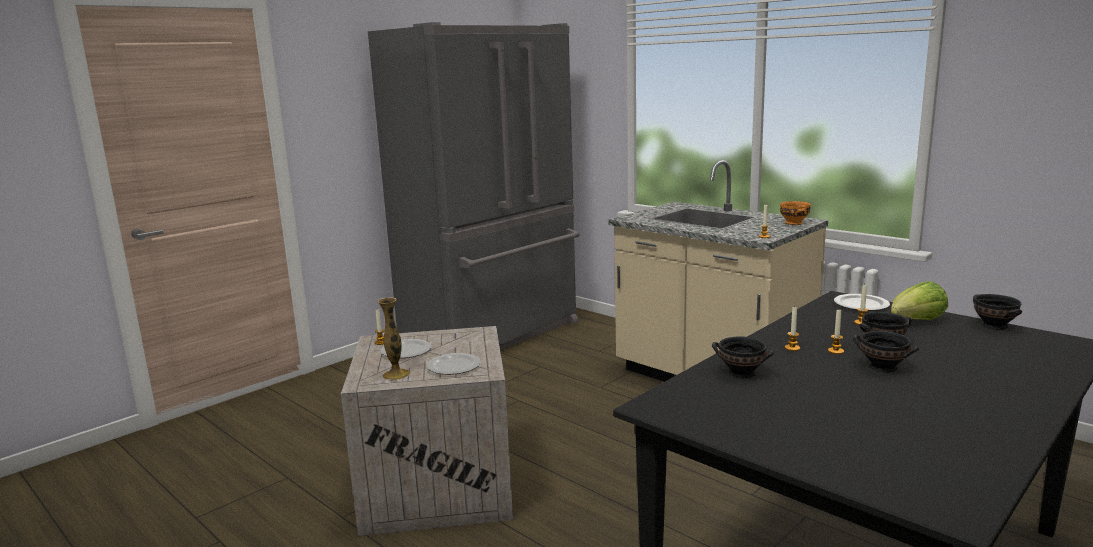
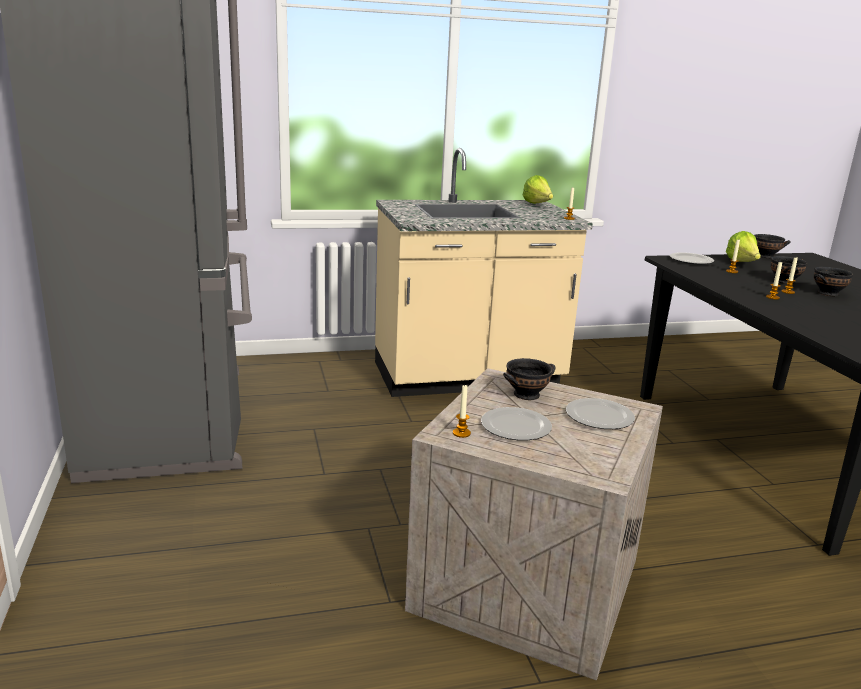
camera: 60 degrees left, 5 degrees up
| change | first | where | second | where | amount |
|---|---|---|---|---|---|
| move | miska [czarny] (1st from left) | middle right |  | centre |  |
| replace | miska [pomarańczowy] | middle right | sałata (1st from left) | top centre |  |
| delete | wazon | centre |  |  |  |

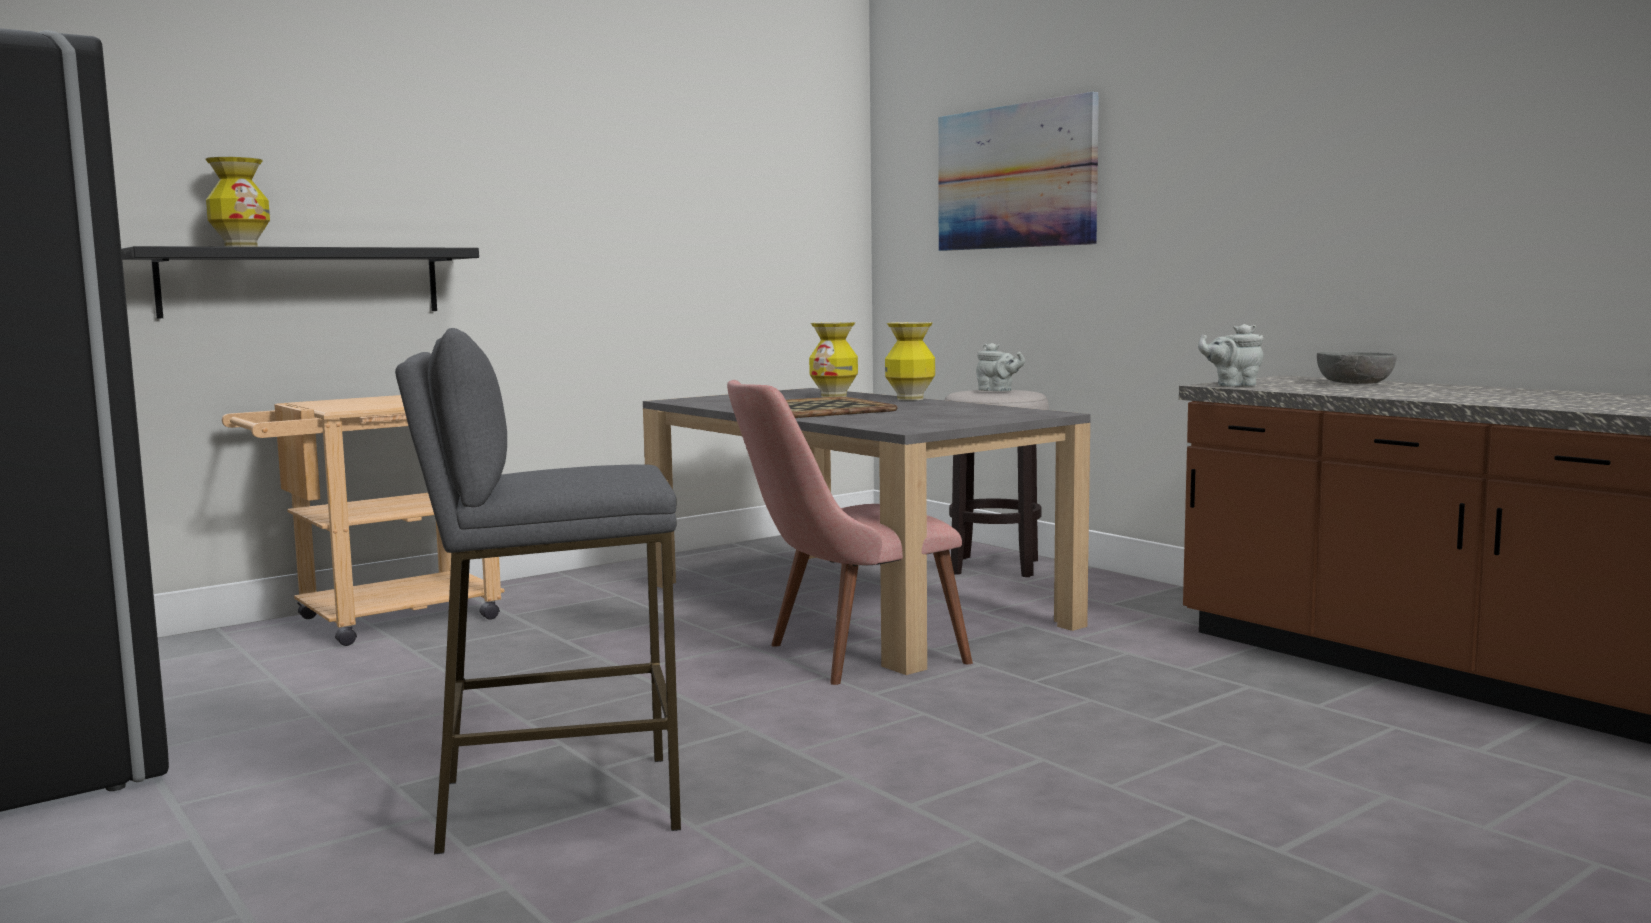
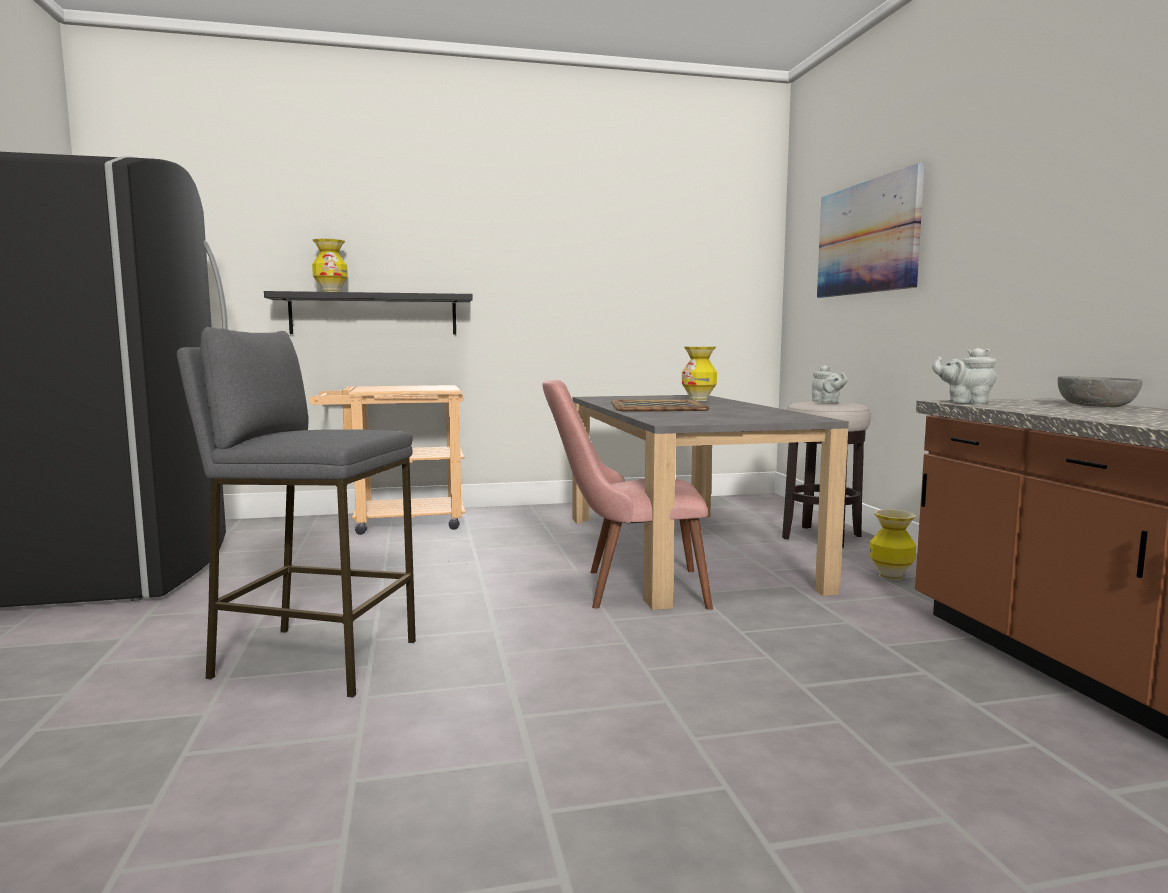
camera: 25 degrees right, 0 degrees up
| change | first | where | second | where | amount |
|---|---|---|---|---|---|
| move | wazon (3rd from left) | centre |  | middle right |  |

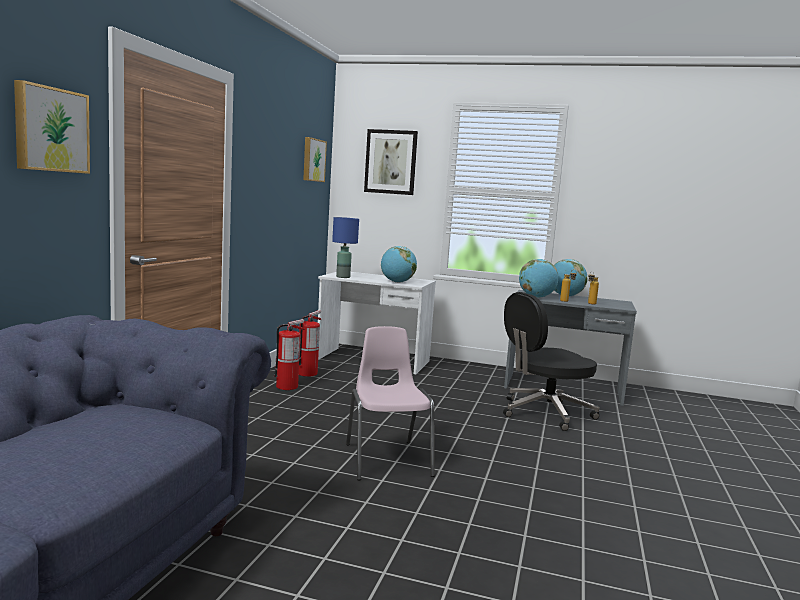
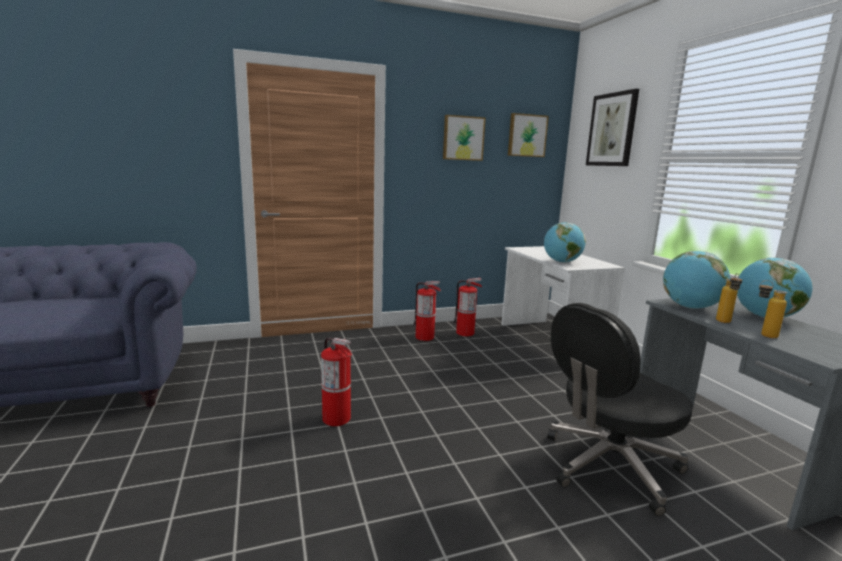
camera: 55 degrees right, 5 degrees up
| change | first | where | second | where | amount |
|---|---|---|---|---|---|
| replace | krzesło [różowy] | bottom centre | gaśnica (1st from left) | bottom centre |  |
| move | obraz (1st from left) | top left |  | top centre |  |
| rotate | krzesło biurowe [czarny] | middle right |  | bottom right | 60 degrees counterclockwise |
| delete | lampa stołowa [niebieski] | centre |  |  |  |

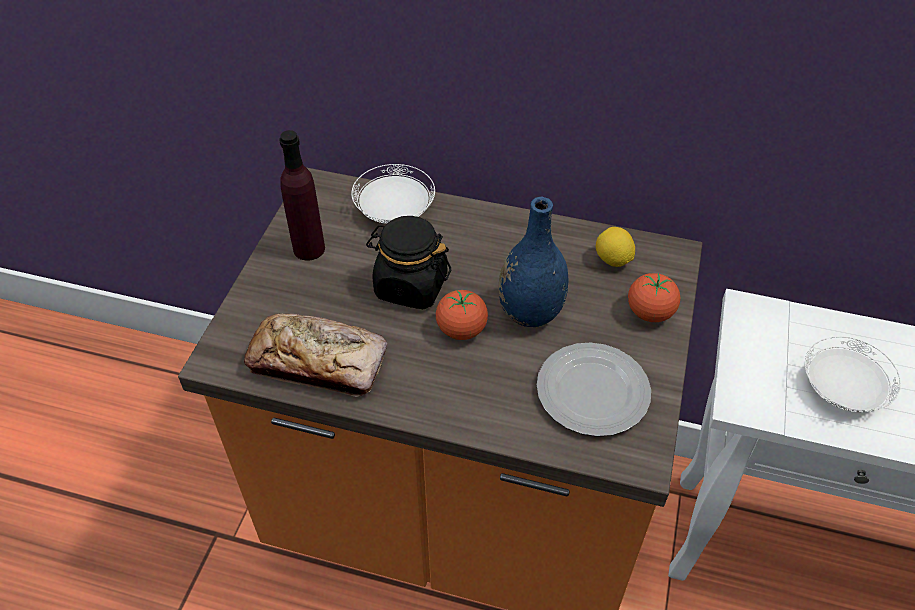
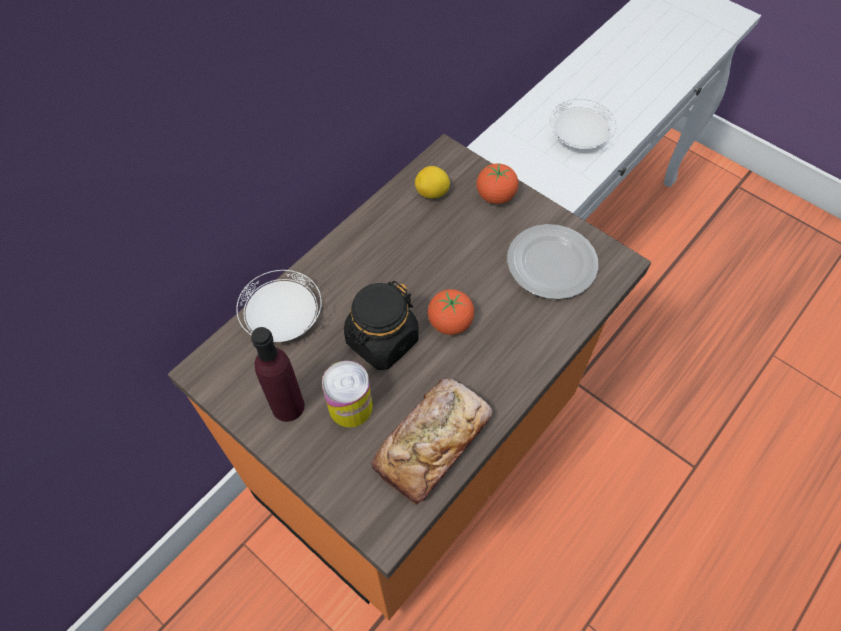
camera: 65 degrees left, 10 degrees up
| change | first | where | second | where | amount |
|---|---|---|---|---|---|
| insert |  |  | puszka | centre |  |
| delete | wazon [niebieski] | centre |  |  |  |

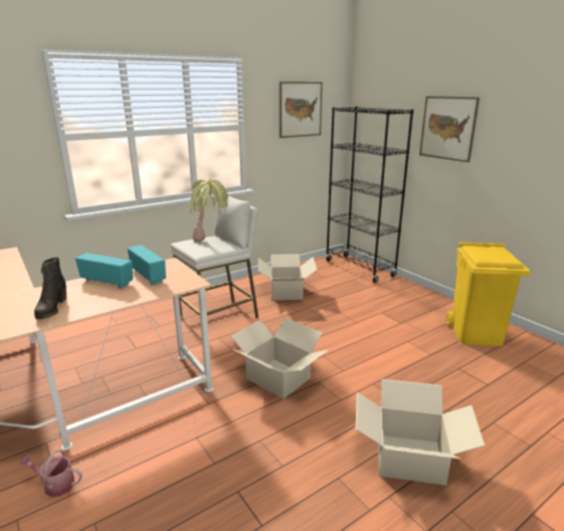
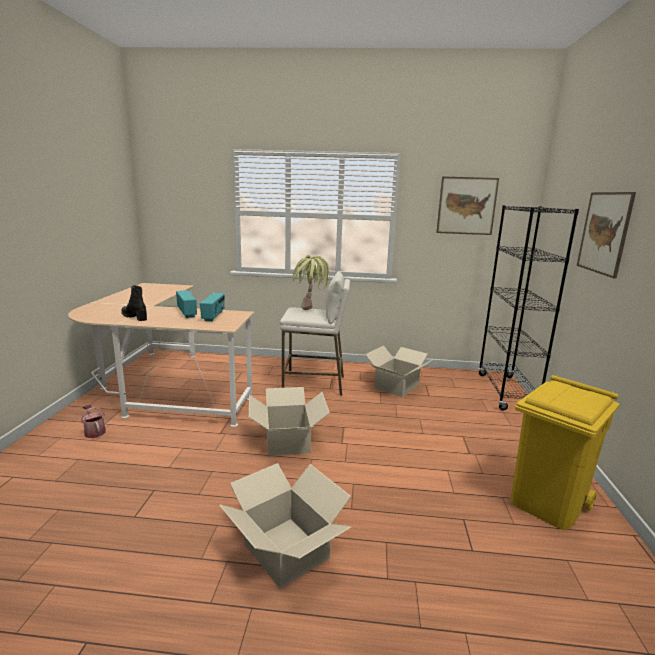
camera: 40 degrees right, 5 degrees down
| change | first | where | second | where | amount |
|---|---|---|---|---|---|
| rotate | but z cholewką [czarny] | middle left |  | middle left | 90 degrees clockwise |

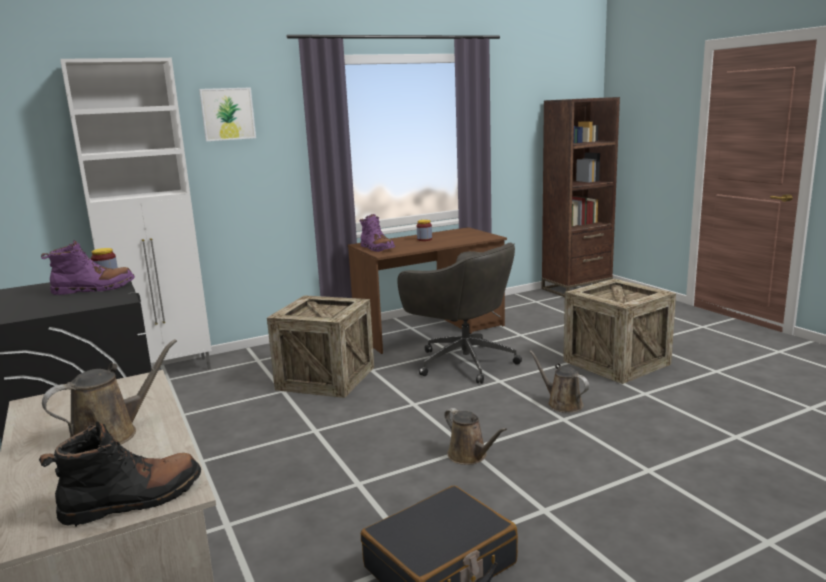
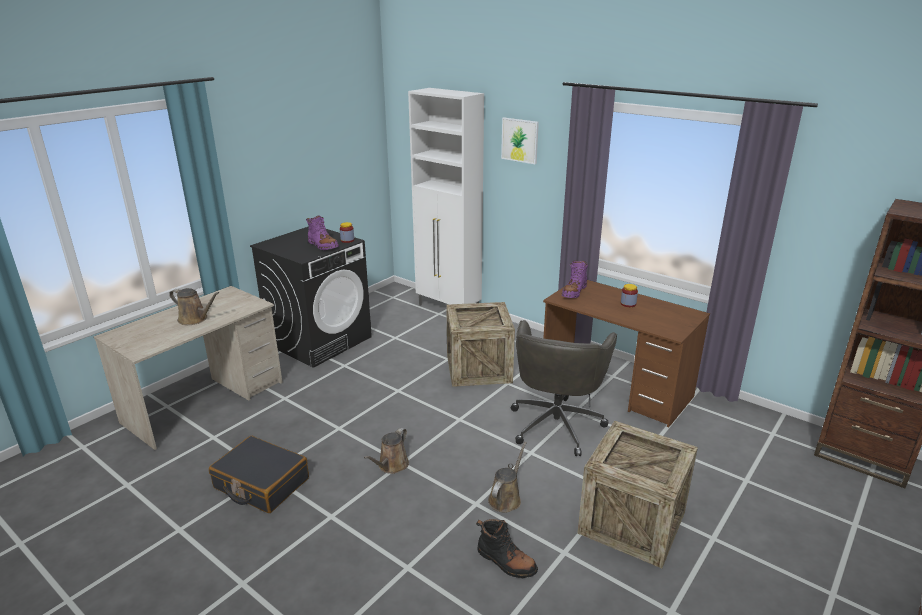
camera: 65 degrees right, 10 degrees up
| change | first | where | second | where | amount |
|---|---|---|---|---|---|
| move | but z cholewką [czarny] | bottom left |  | bottom centre |  |

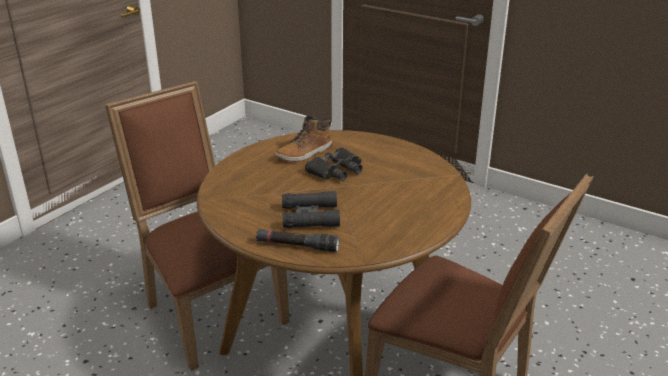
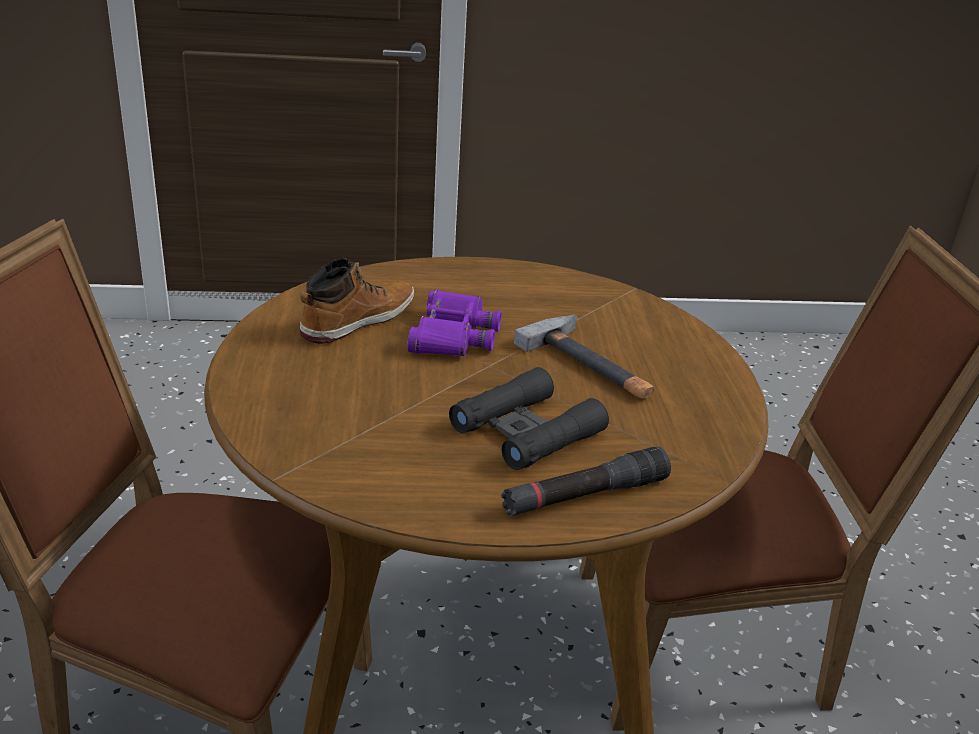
camera: 40 degrees left, 0 degrees up
| change | first | where | second | where | amount |
|---|---|---|---|---|---|
| rotate | but z cholewką | centre |  | centre | 150 degrees counterclockwise |
| recolor | lornetka [czarny] (2nd from left) | centre | lornetka [fioletowy] | centre |  |
| insert |  |  | młotek | centre |  |

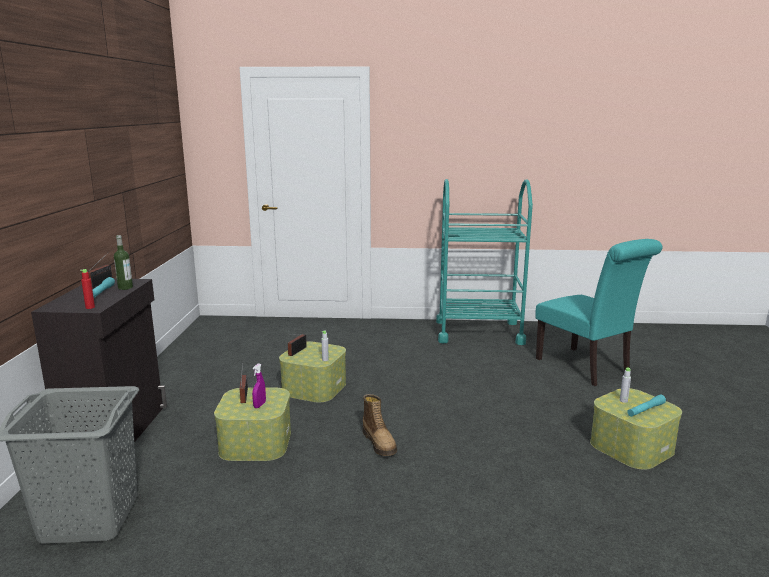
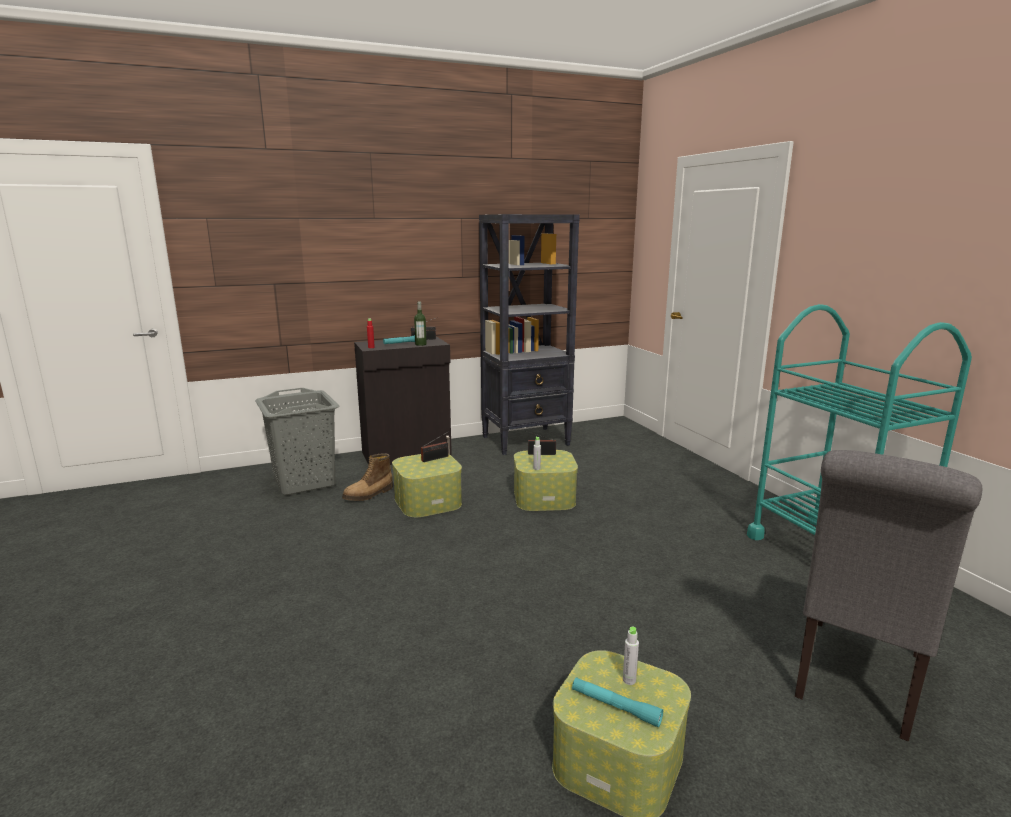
camera: 65 degrees right, 0 degrees up
| change | first | where | second | where | amount |
|---|---|---|---|---|---|
| move | but z cholewką | bottom centre |  | centre |  |
| insert |  |  | regał [czarny] | centre |  |
| recolor | krzesło [turkusowy] | middle right | krzesło [szary] | bottom right |  |
| delete | spryskiwacz [fioletowy] | bottom centre |  |  |  |

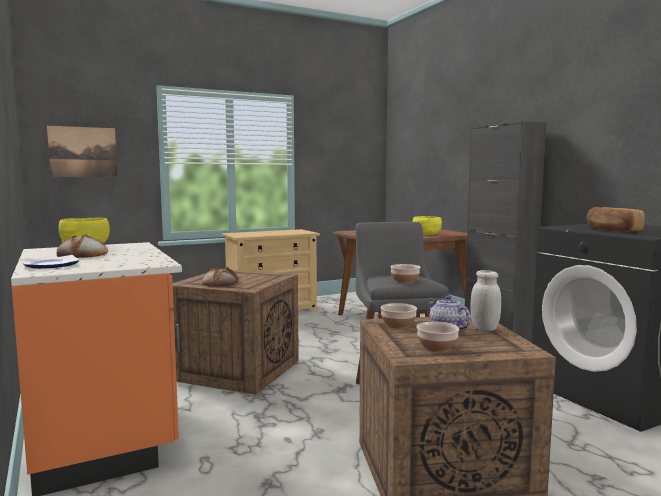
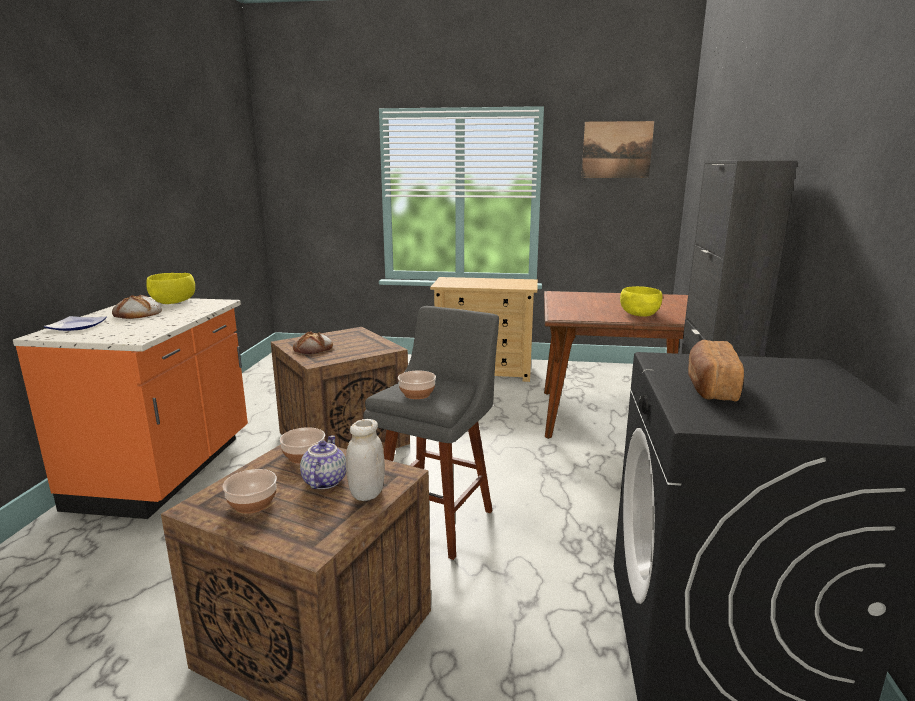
camera: 35 degrees right, 10 degrees up
| change | first | where | second | where | amount |
|---|---|---|---|---|---|
| move | obraz | top left |  | top right |  |

